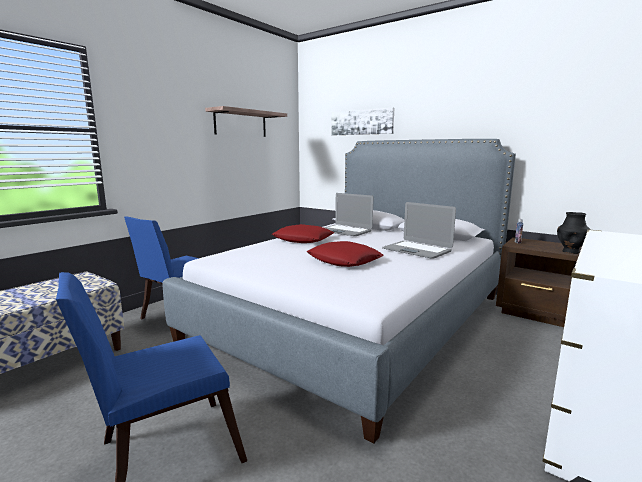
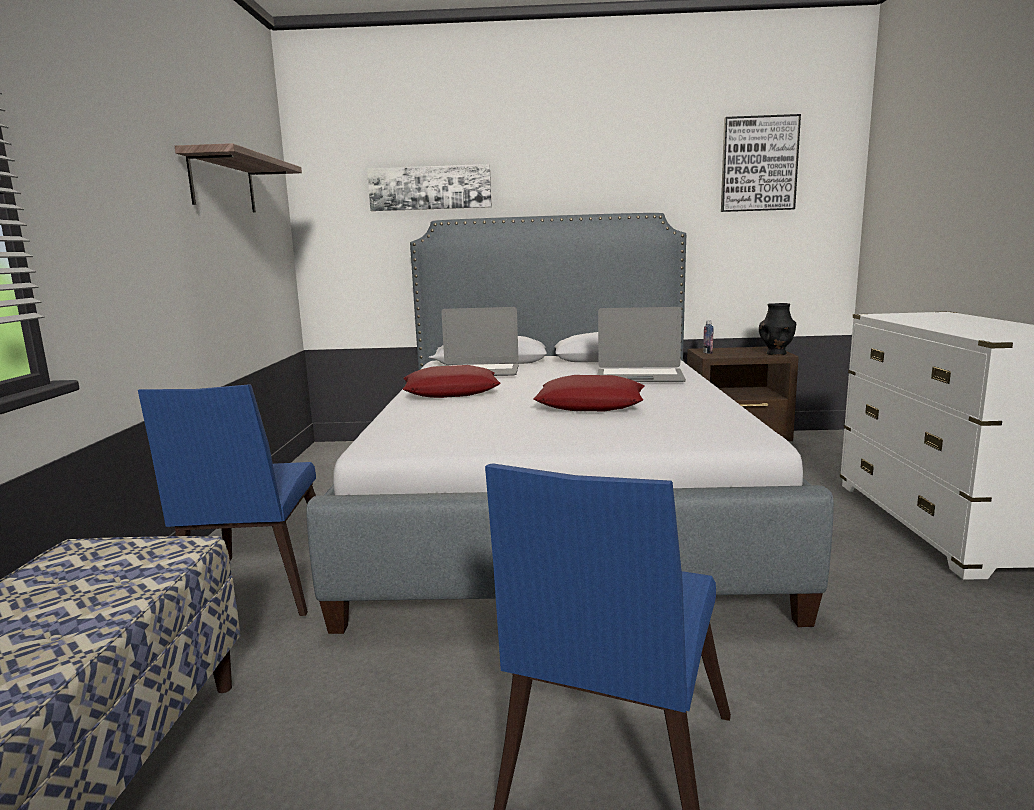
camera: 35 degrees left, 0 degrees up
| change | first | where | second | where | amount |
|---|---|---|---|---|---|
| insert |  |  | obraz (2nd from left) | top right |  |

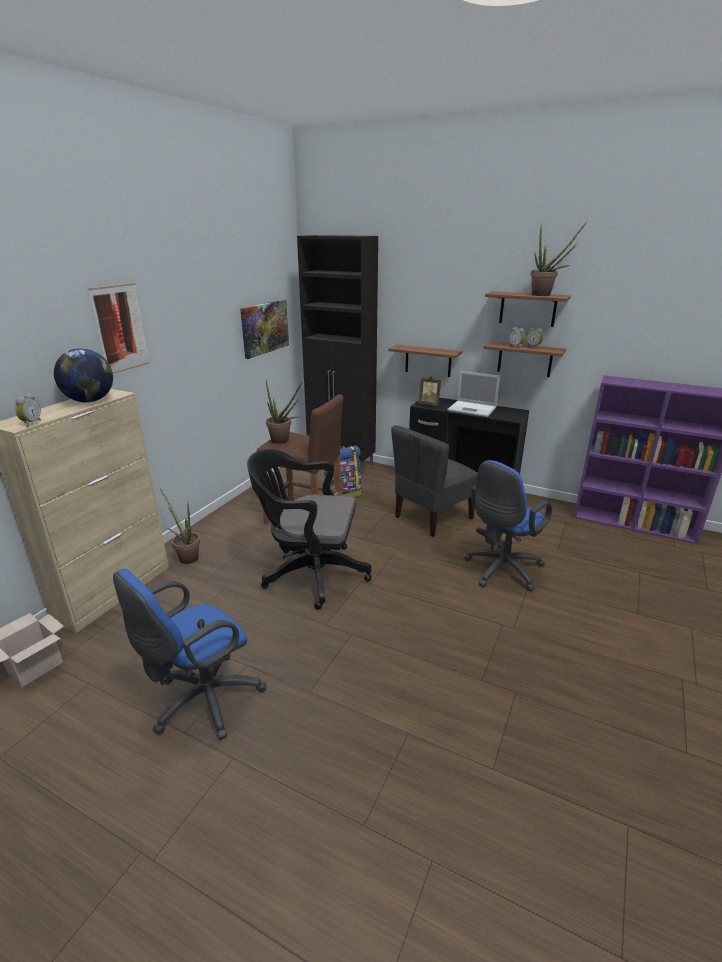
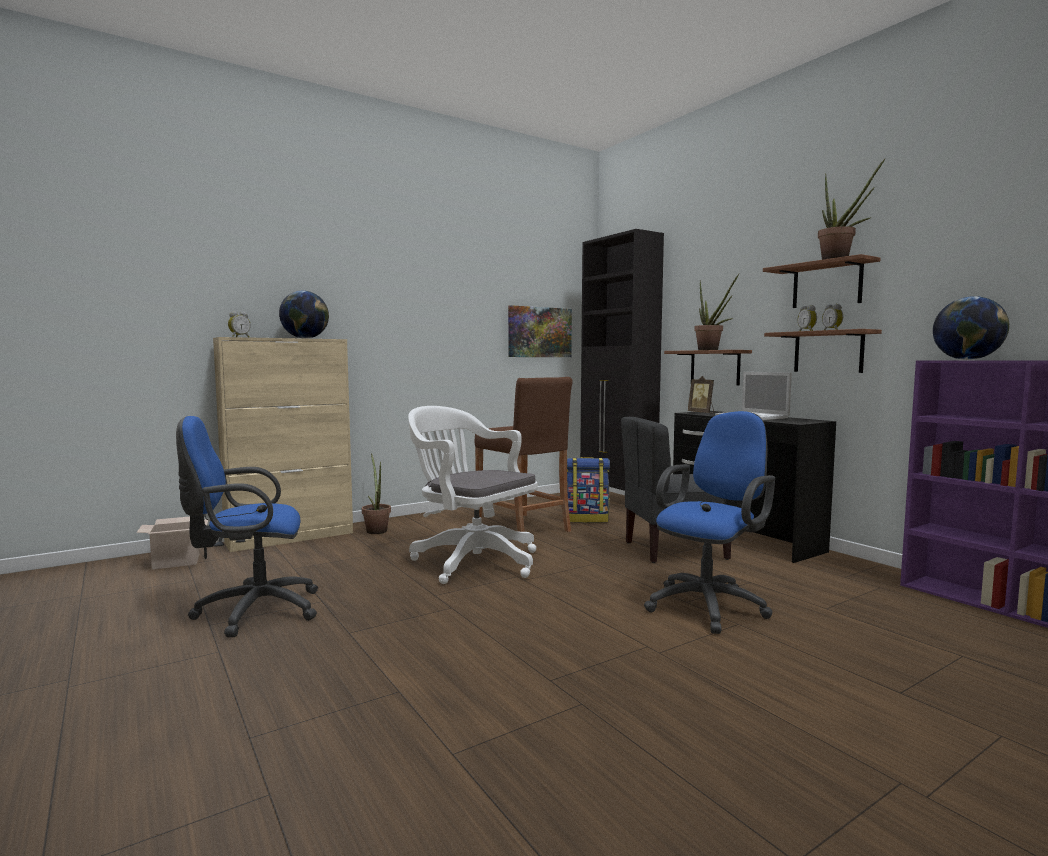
camera: 30 degrees right, 20 degrees down
| change | first | where | second | where | amount |
|---|---|---|---|---|---|
| recolor | krzesło biurowe [czarny] | centre | krzesło biurowe [biały] | centre |  |
| rotate | krzesło biurowe [niebieski] (2nd from left) | middle right |  | middle right | 150 degrees clockwise |
| move | roślina doniczkowa (2nd from left) | centre |  | middle right |  |
| insert |  |  | globus (2nd from left) | middle right |  |
| delete | obraz (1st from left) | middle left |  |  |  |

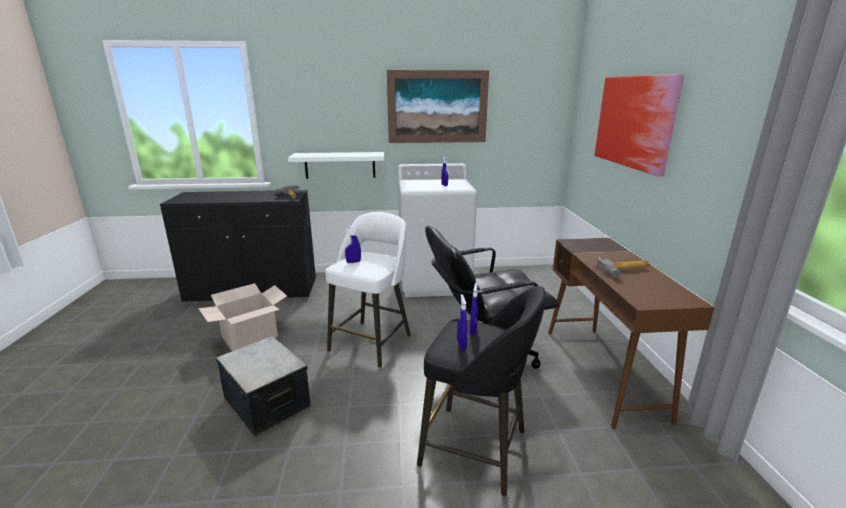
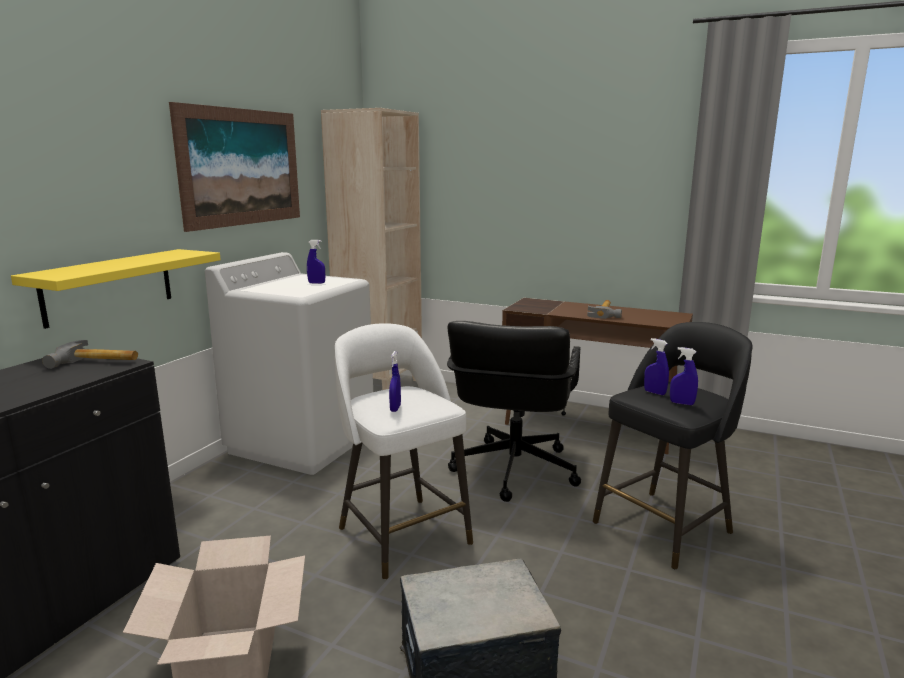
camera: 60 degrees left, 5 degrees down
| change | first | where | second | where | amount |
|---|---|---|---|---|---|
| recolor | półka [biały] | top centre | półka [żółty] | middle left |  |
| insert |  |  | regał [beżowy] | centre |  |
| delete | obraz (2nd from left) | top right |  |  |  |

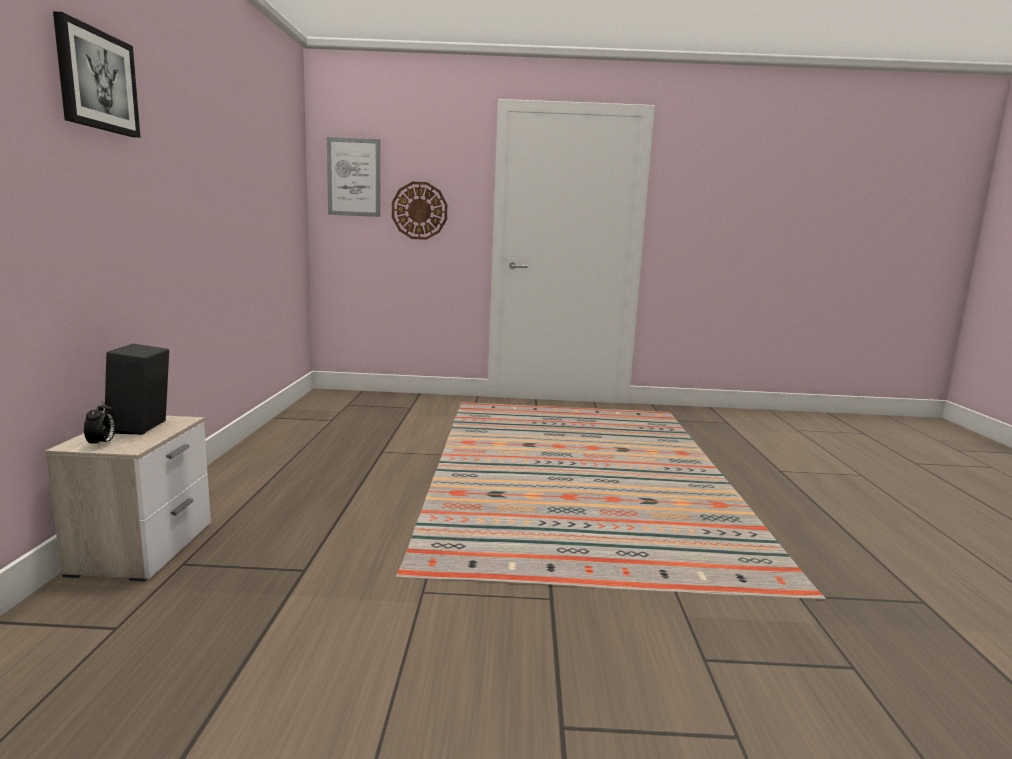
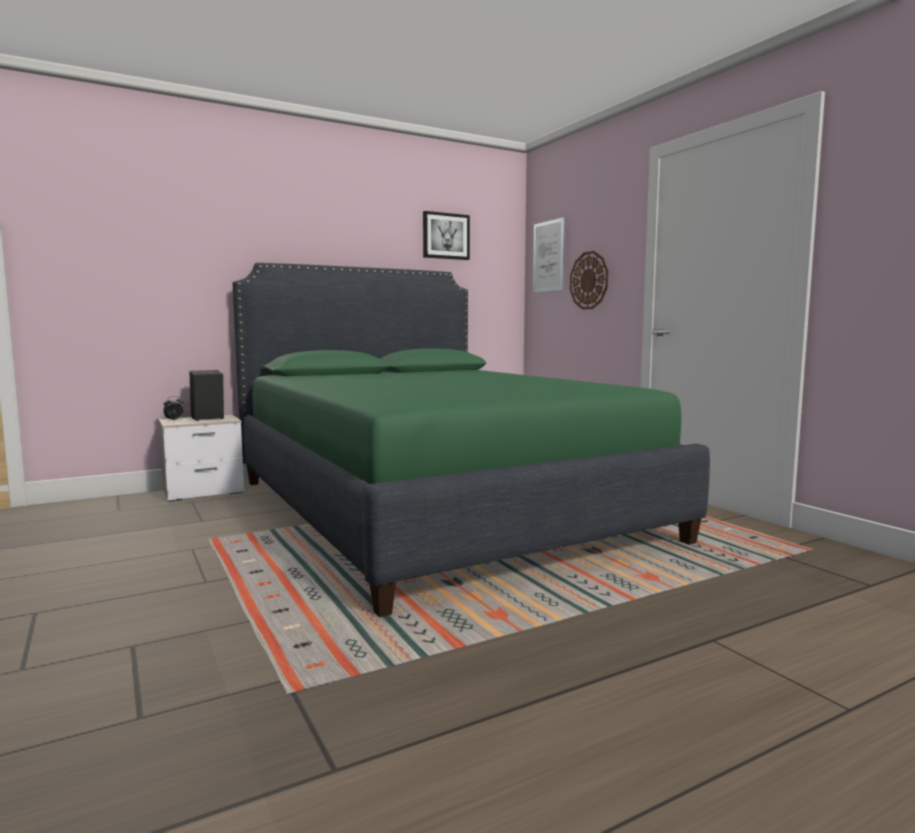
camera: 60 degrees right, 5 degrees down
| change | first | where | second | where | amount |
|---|---|---|---|---|---|
| insert |  |  | łóżko [zielony] | centre |  |
| move | obraz (1st from left) | top left |  | top centre |  |

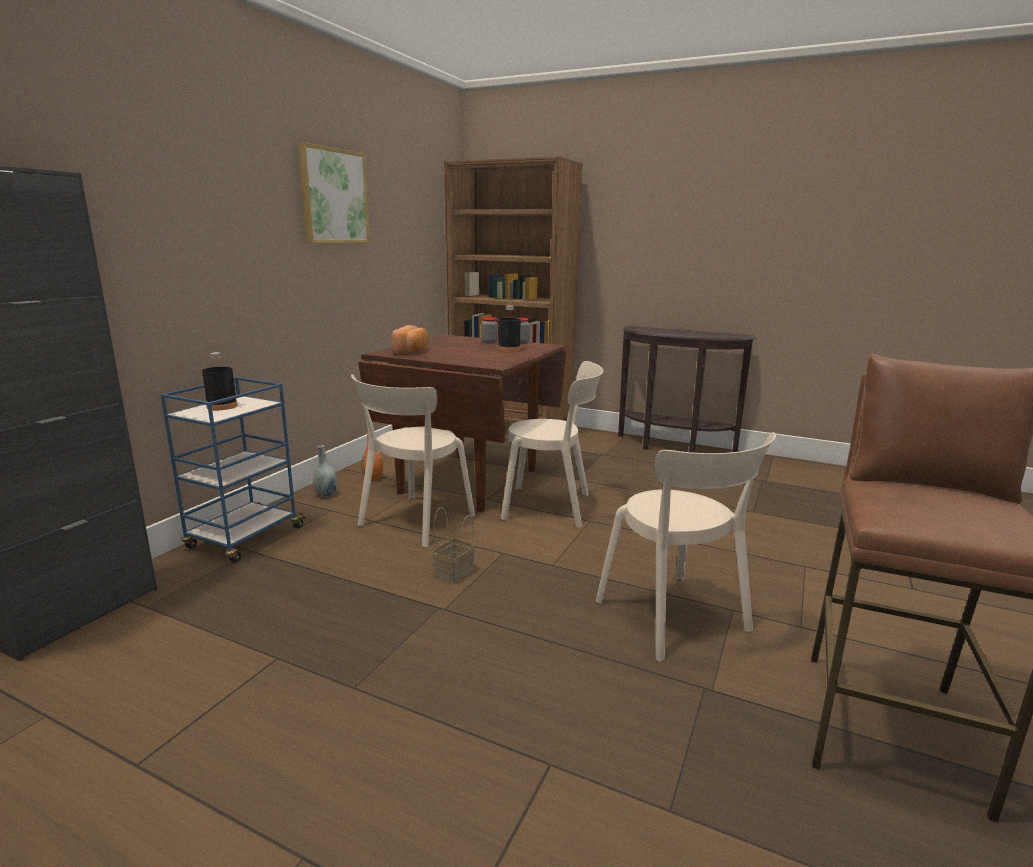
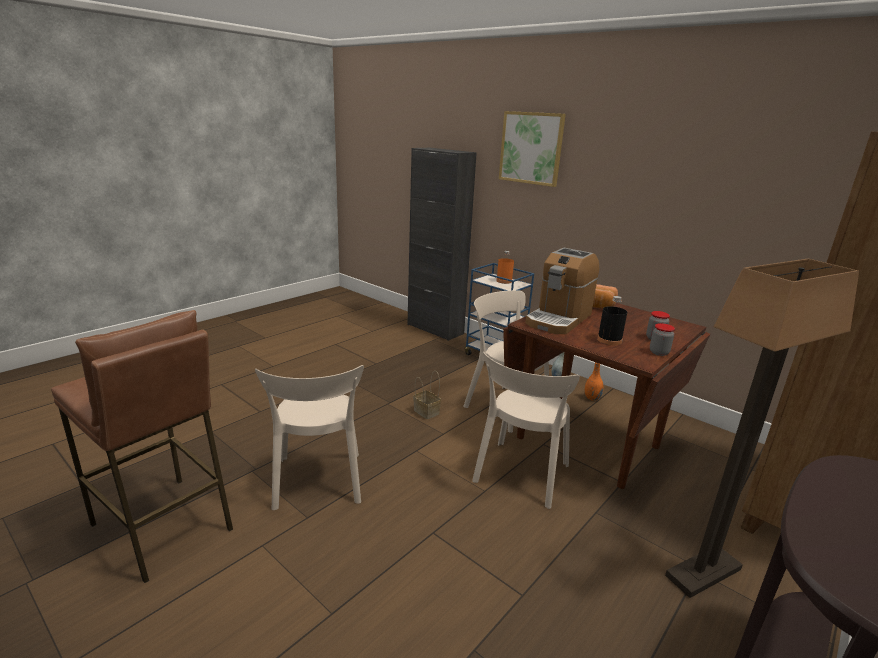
camera: 105 degrees right, 5 degrees up
| change | first | where | second | where | amount |
|---|---|---|---|---|---|
| rotate | krzesło [beżowy] (3rd from left in the first image) | centre | krzesło [beżowy] (1st from left) | centre | 90 degrees counterclockwise |
| recolor | butelka [czarny] (1st from left) | middle left | butelka [pomarańczowy] | centre |  |
| move | obraz | top left |  | top centre |  |
| insert |  |  | ekspres do kawy | centre |  |
| insert |  |  | lampa stojąca | middle right |  |

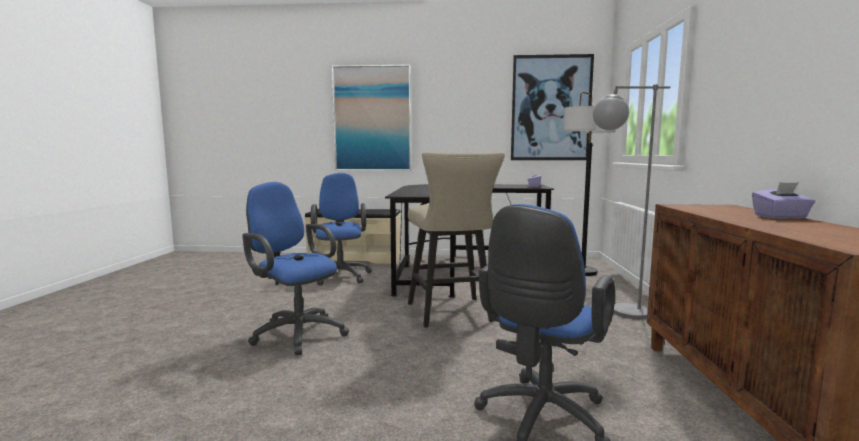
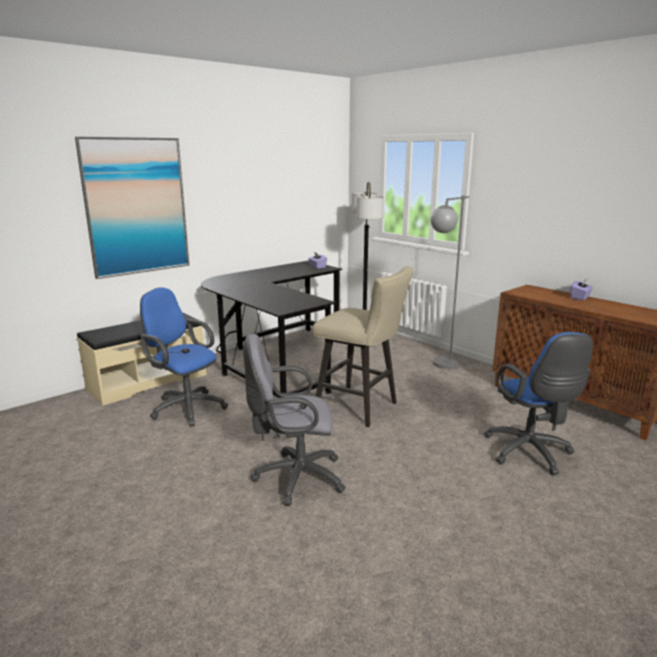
camera: 45 degrees left, 10 degrees up
| change | first | where | second | where | amount |
|---|---|---|---|---|---|
| recolor | krzesło biurowe [niebieski] (1st from left) | centre | krzesło biurowe [szary] | centre |  |
| delete | obraz (2nd from left) | top centre |  |  |  |

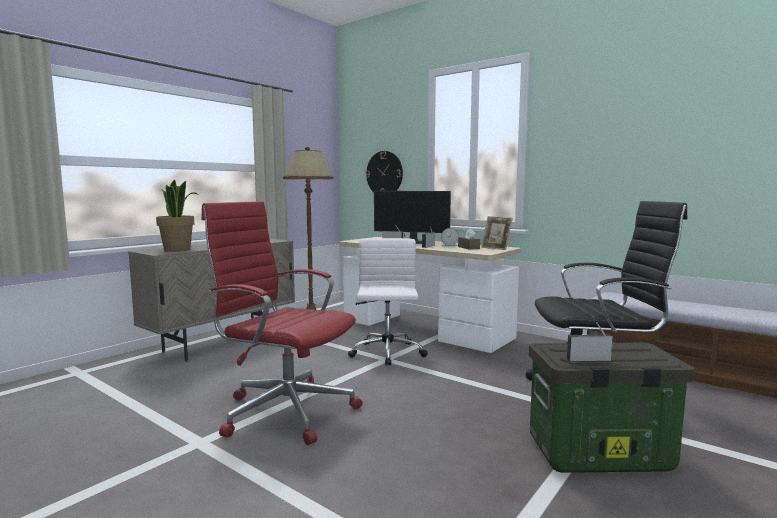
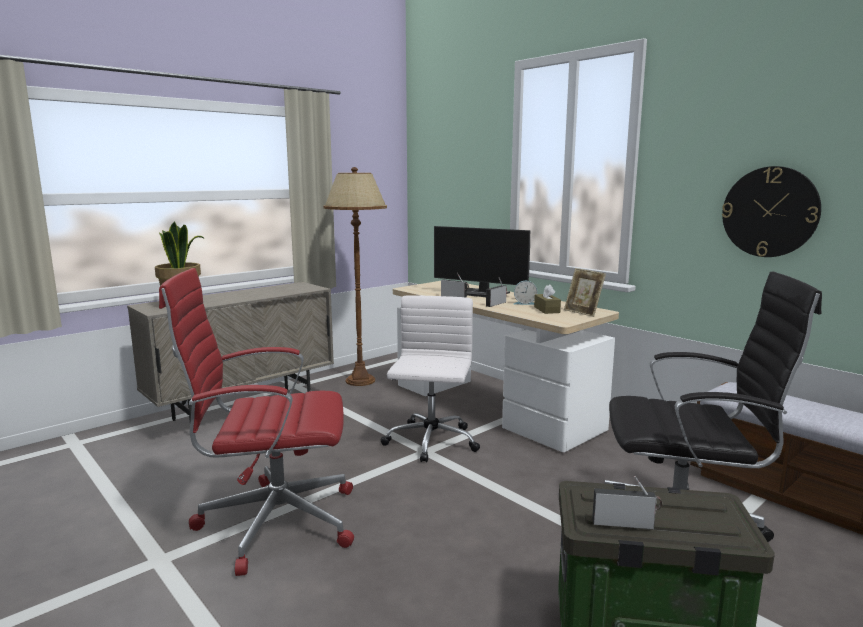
camera: 10 degrees right, 5 degrees up
| change | first | where | second | where | amount |
|---|---|---|---|---|---|
| rotate | krzesło biurowe [czerwony] | centre |  | bottom left | 45 degrees counterclockwise |
| move | zegar ścienny | top centre |  | middle right |  |

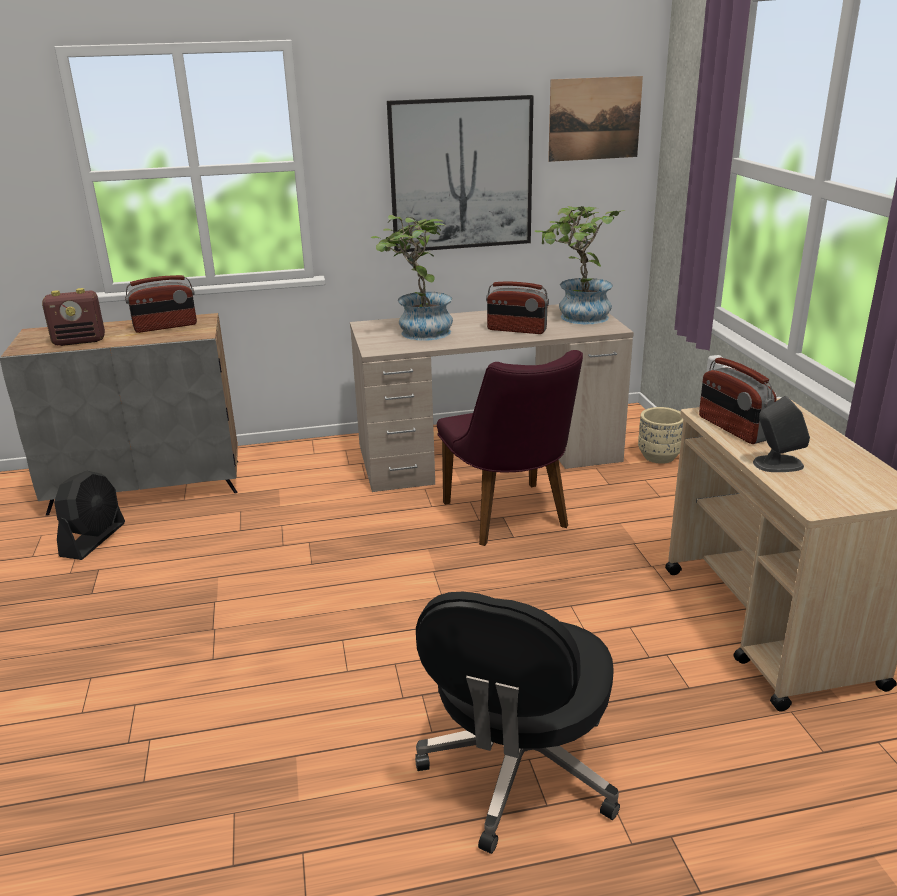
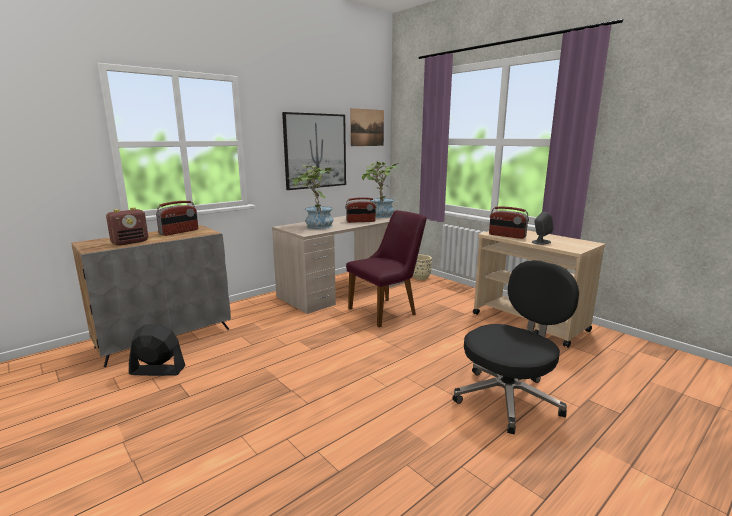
camera: 30 degrees left, 10 degrees down
| change | first | where | second | where | amount |
|---|---|---|---|---|---|
| rotate | wentylator [czarny] | middle left |  | bottom left | 75 degrees counterclockwise |
| rotate | krzesło [fioletowy] | centre |  | centre | 75 degrees counterclockwise |
| rotate | krzesło biurowe [czarny] | bottom centre |  | bottom right | 120 degrees counterclockwise |

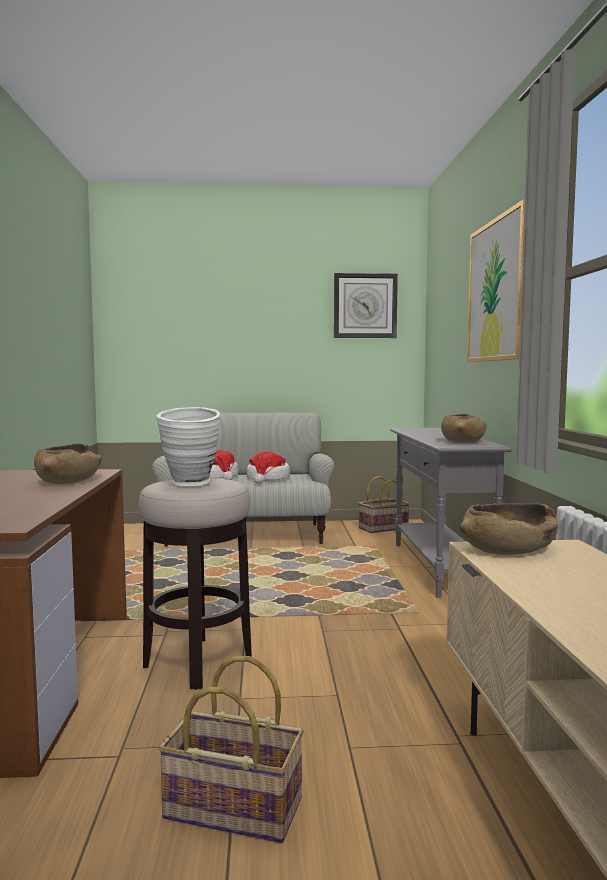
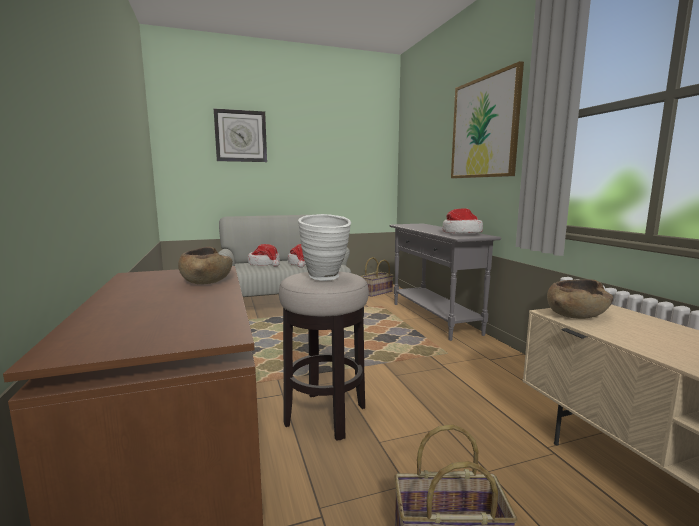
camera: 15 degrees left, 5 degrees up
| change | first | where | second | where | amount |
|---|---|---|---|---|---|
| move | zegar ścienny | centre |  | top centre |  |
| replace | miska [brązowy] (2nd from left) | middle right | kapelusz (3rd from left) | centre |  |

